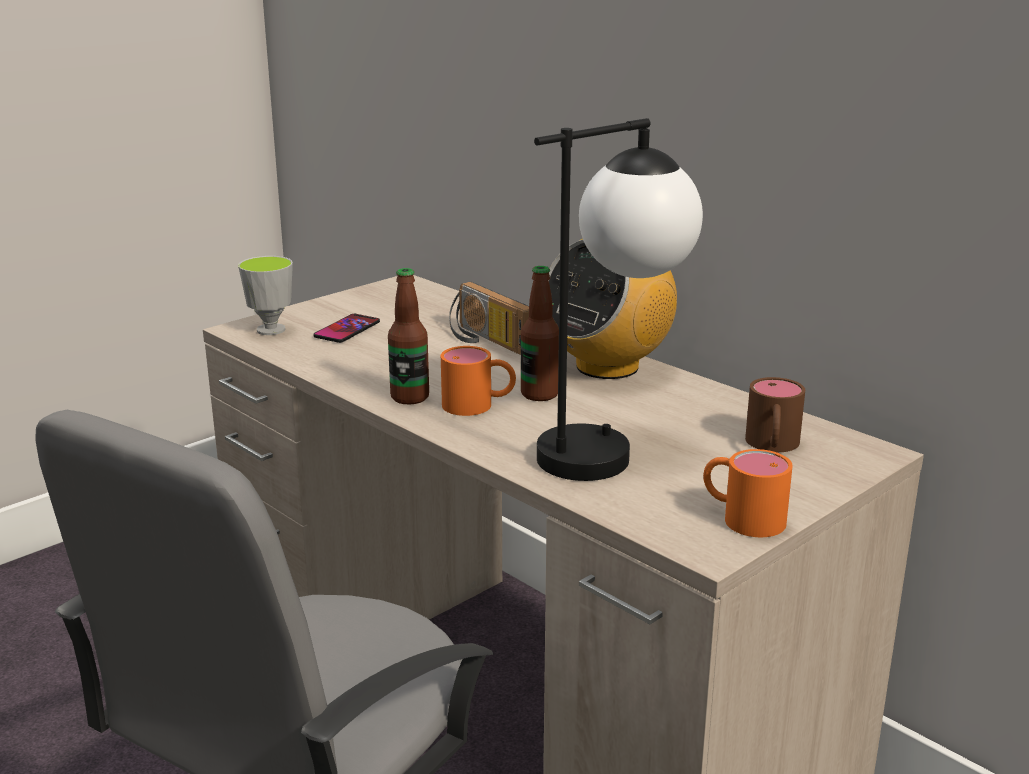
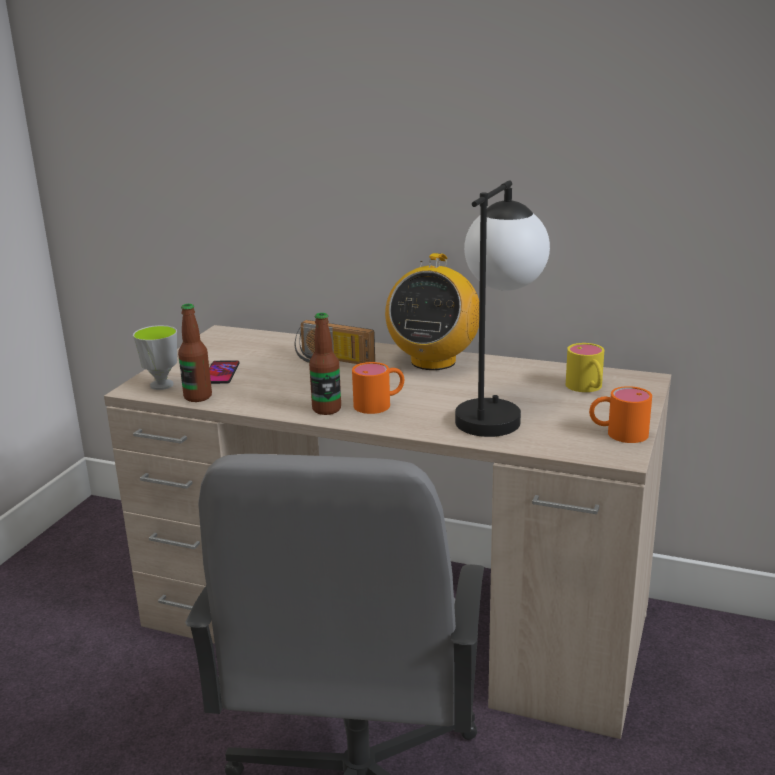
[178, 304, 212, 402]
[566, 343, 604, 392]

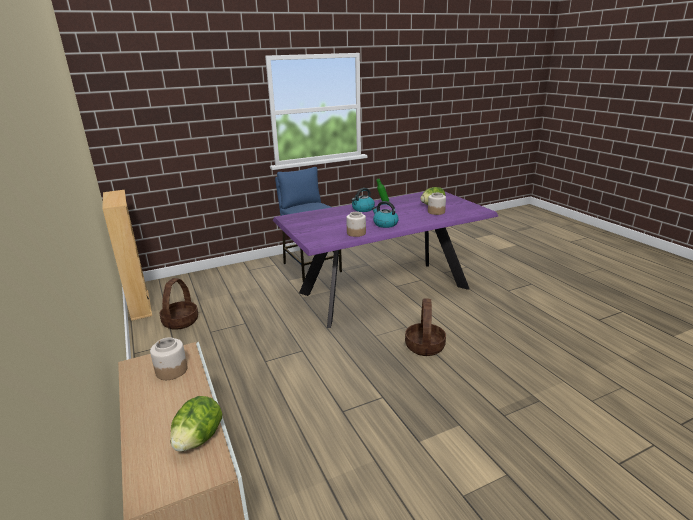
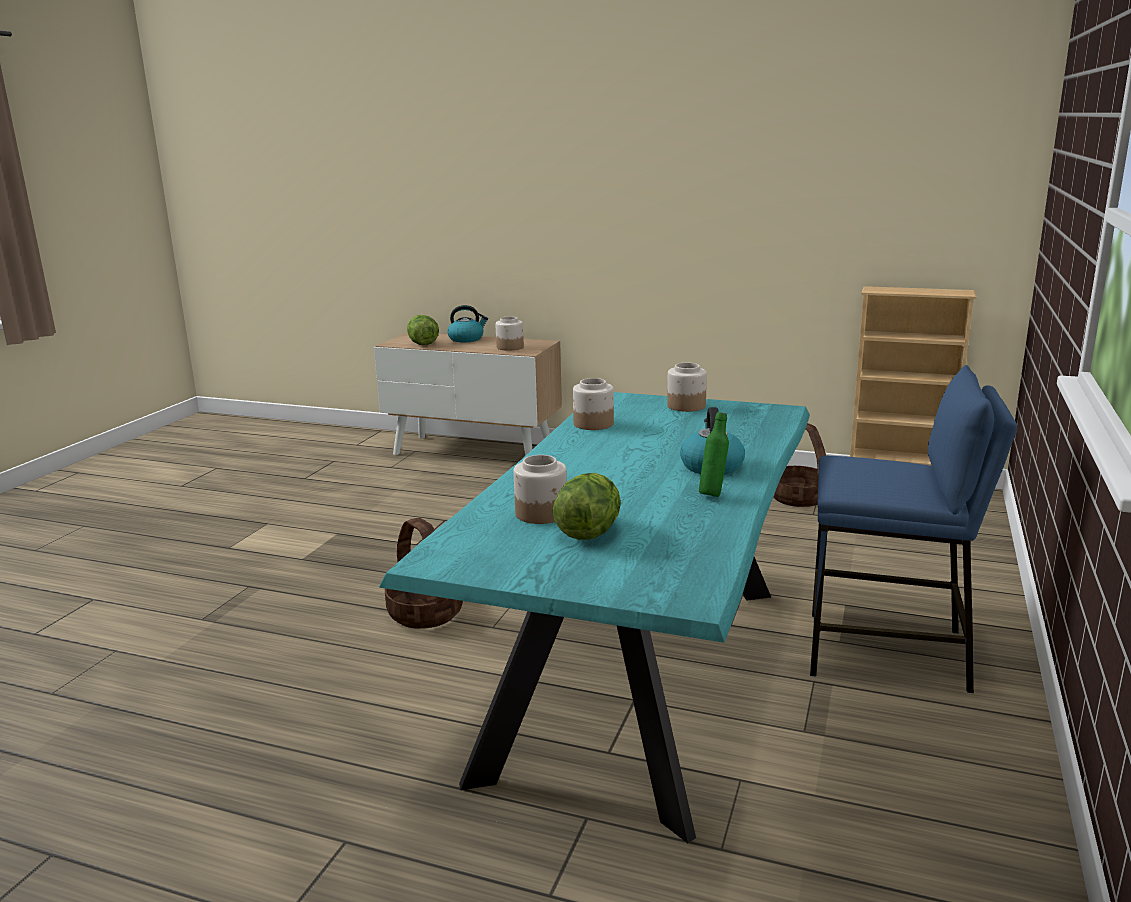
[379, 392, 810, 843]
[447, 305, 488, 342]
[667, 363, 707, 412]

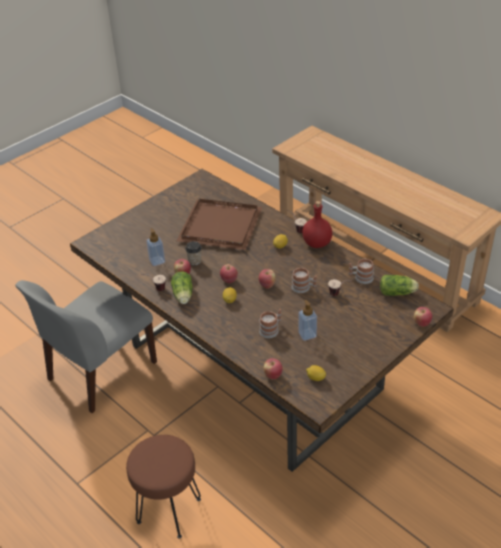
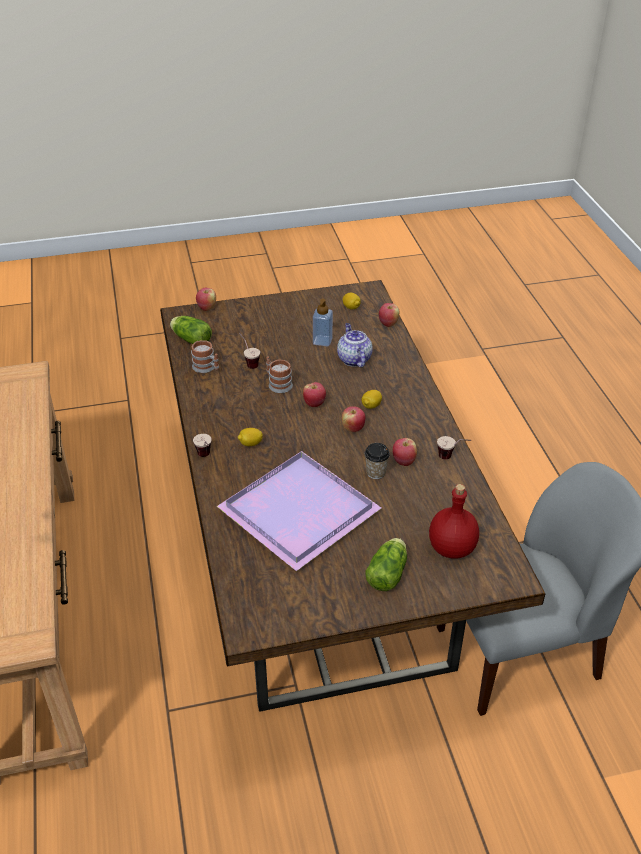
[217, 451, 381, 571]
[337, 323, 373, 367]
[366, 538, 407, 591]
[429, 484, 479, 559]
[126, 435, 201, 539] (first image)
[146, 228, 165, 266] (first image)

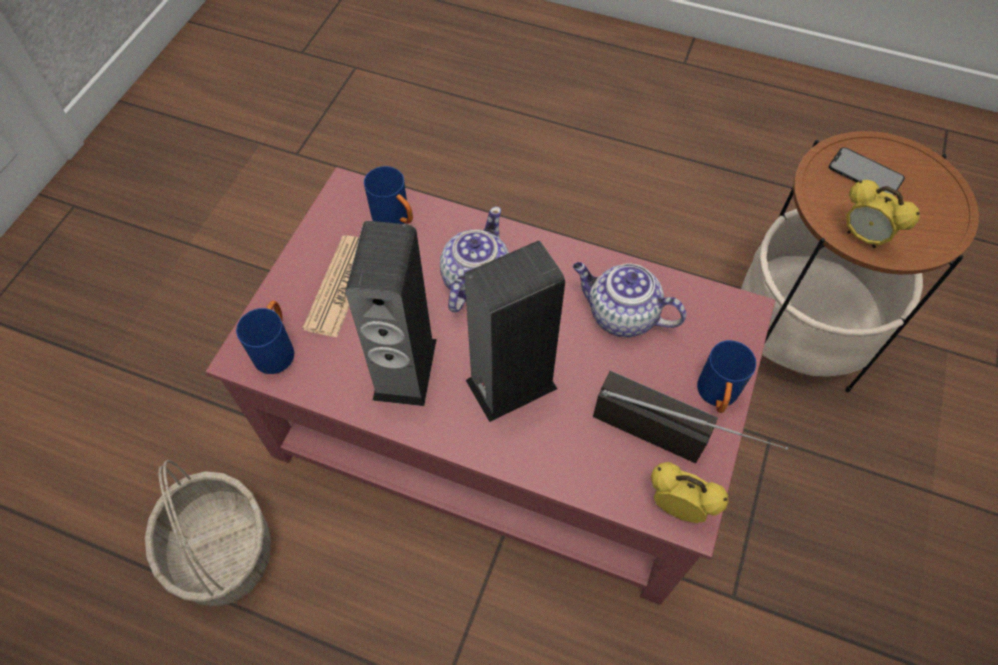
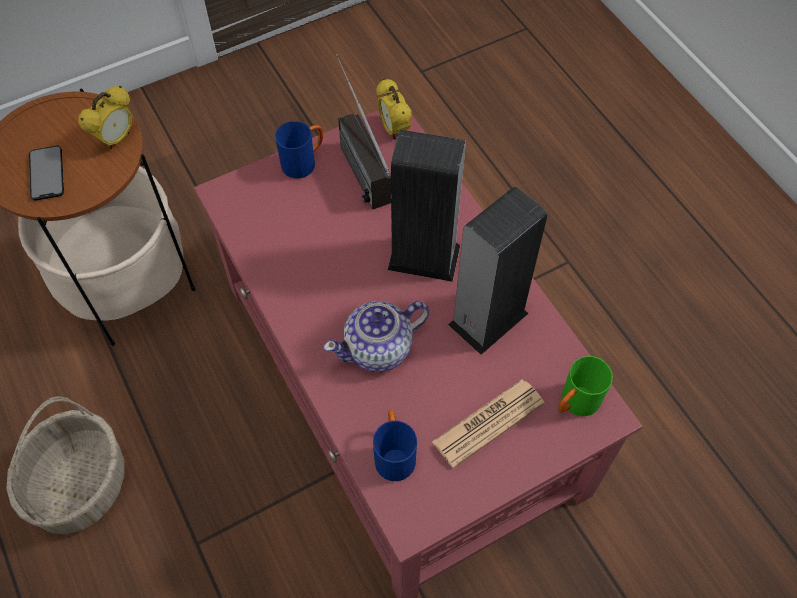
[6, 396, 124, 534]
[78, 86, 132, 149]
[558, 356, 613, 416]
[573, 262, 686, 337] (first image)

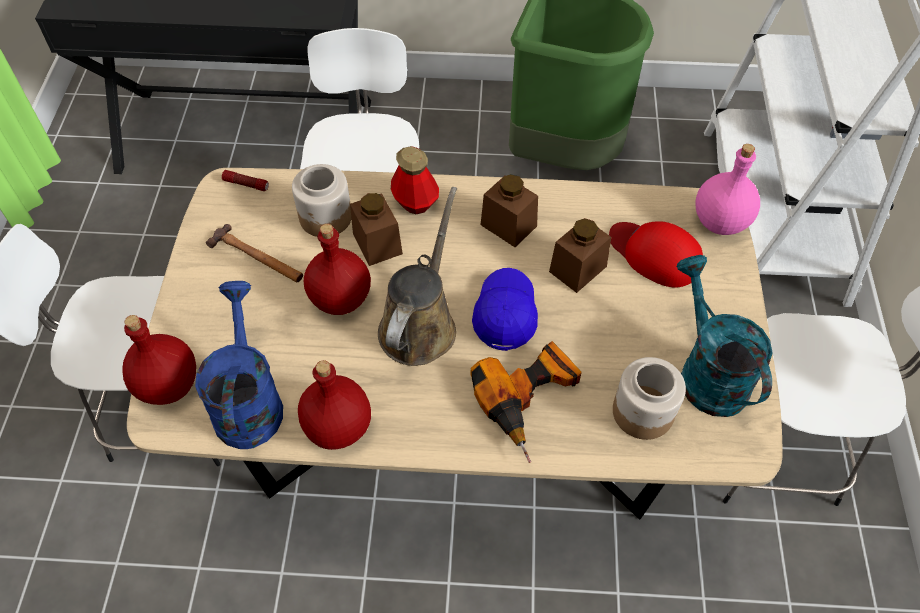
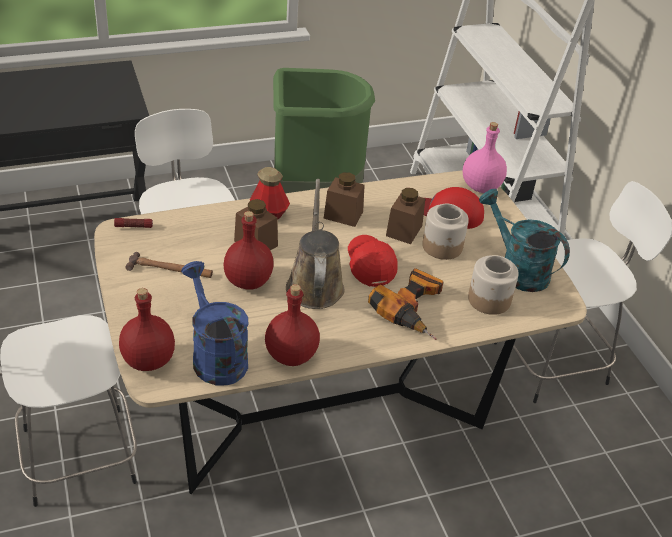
[348, 235, 398, 287]
[422, 204, 469, 260]

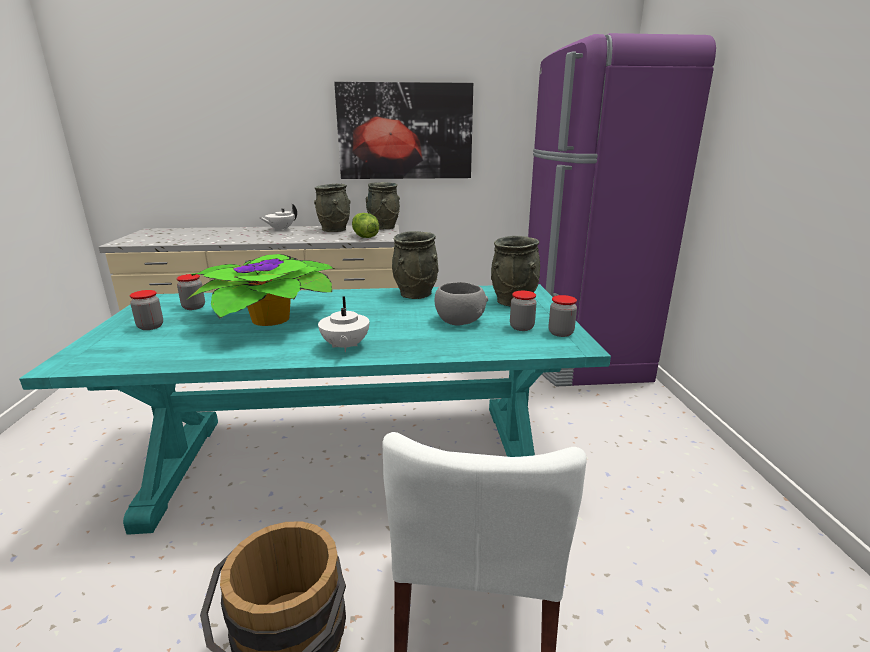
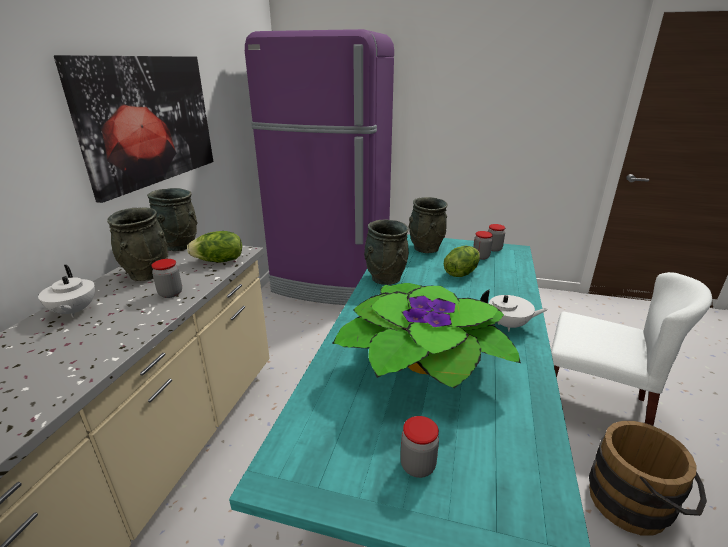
[151, 259, 182, 298]
[444, 246, 480, 277]

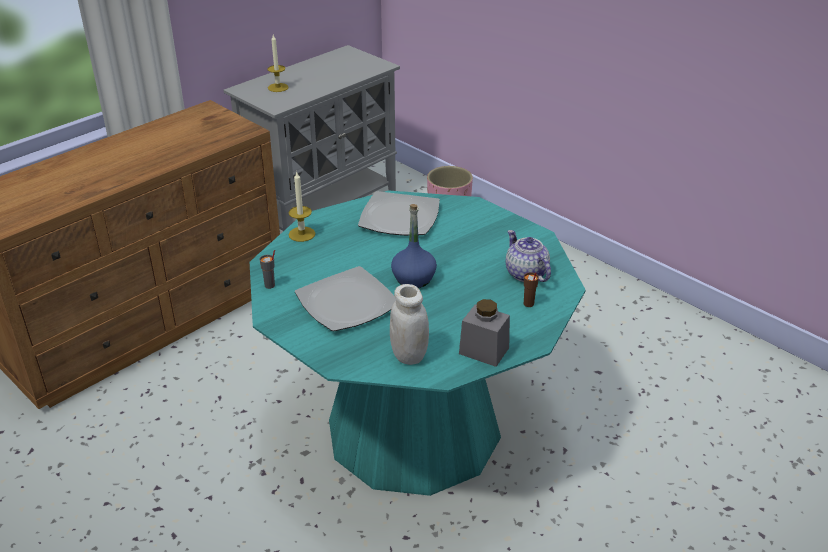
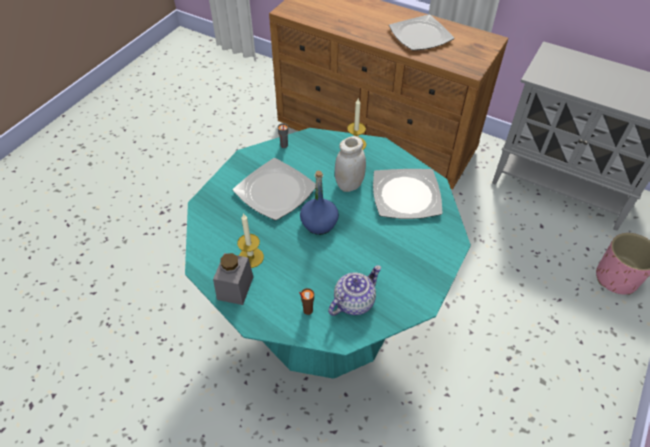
[237, 213, 264, 268]
[335, 136, 366, 192]
[389, 14, 454, 51]

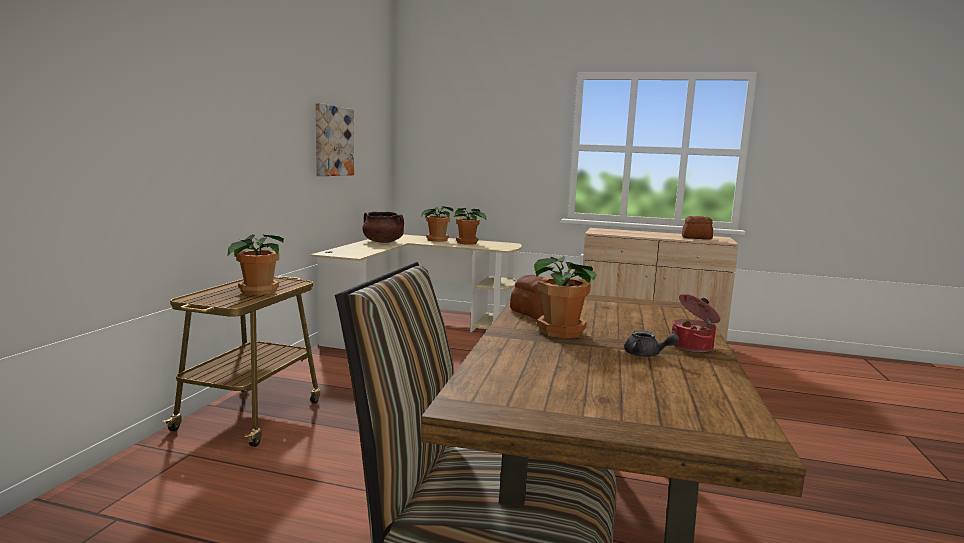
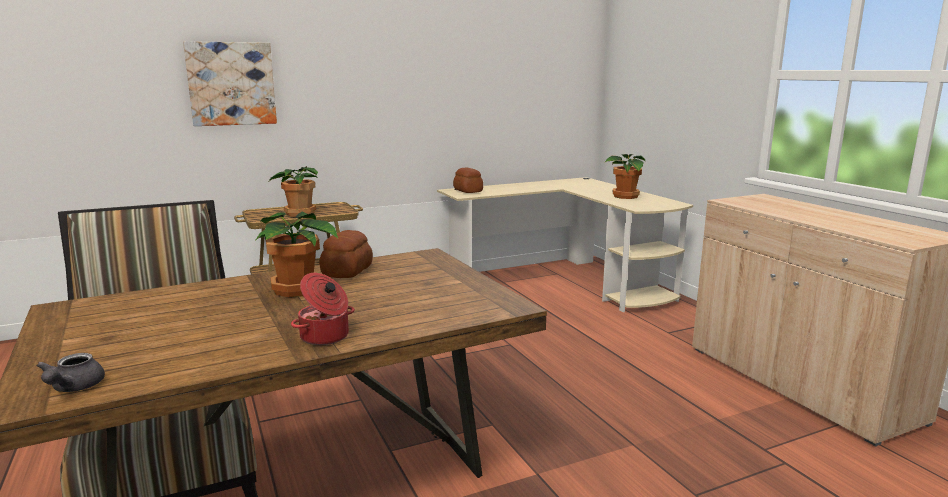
[36, 353, 105, 392]
[183, 41, 277, 126]
[453, 168, 483, 193]
[362, 212, 404, 243] (first image)
[421, 206, 453, 242] (first image)

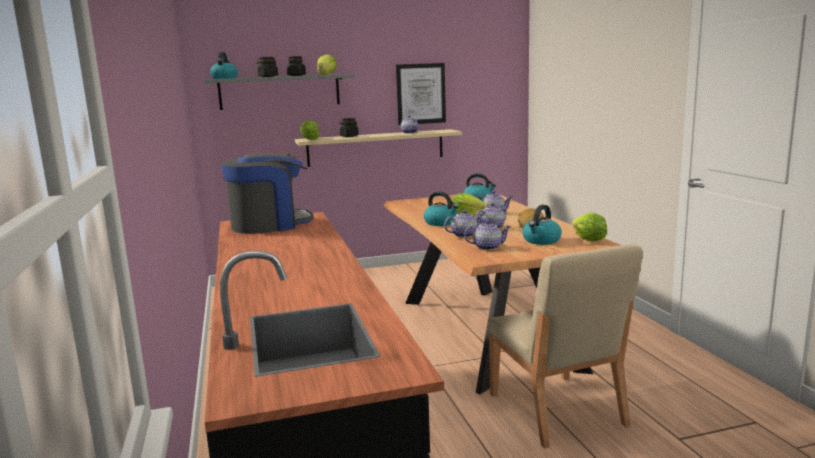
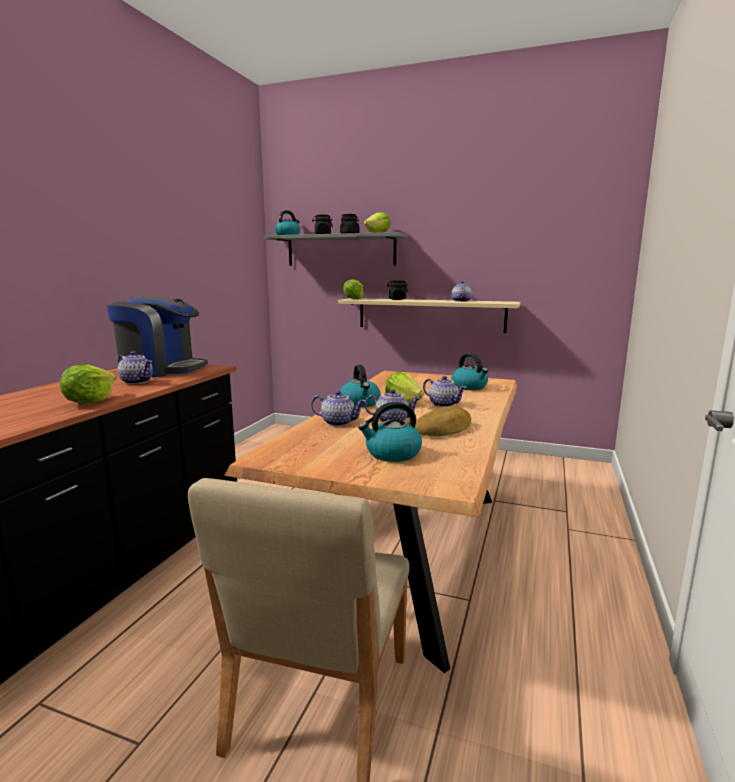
[60, 365, 116, 403]
[118, 351, 153, 384]
[396, 63, 446, 125] (first image)

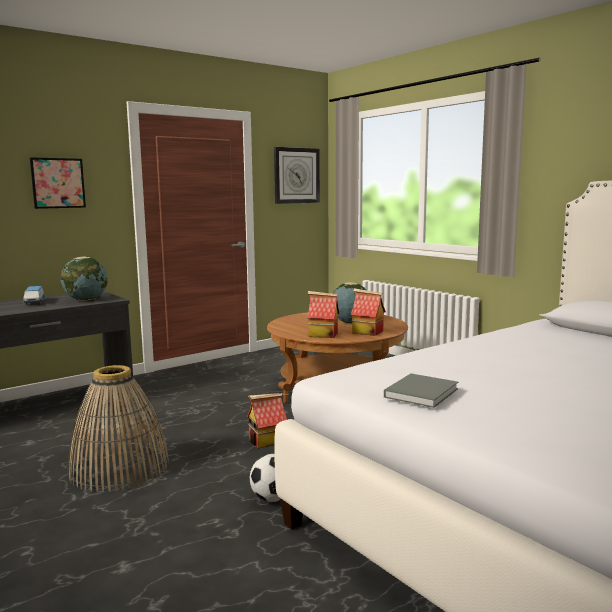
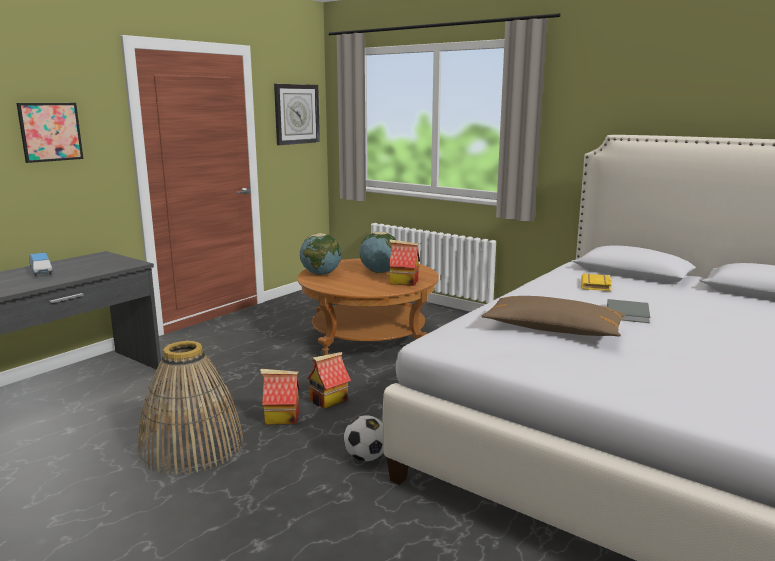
[260, 369, 300, 425]
[300, 233, 342, 275]
[481, 296, 626, 336]
[581, 274, 611, 291]
[607, 299, 650, 323]

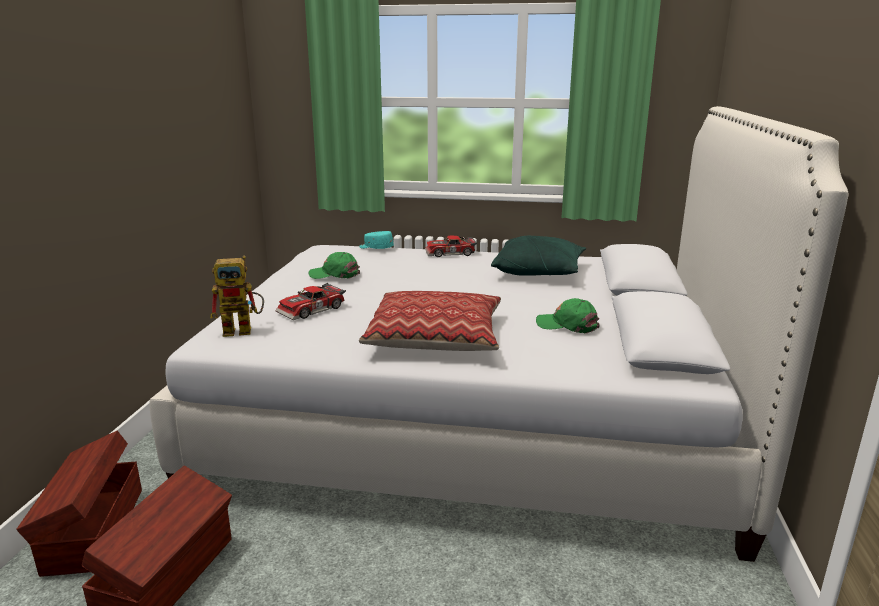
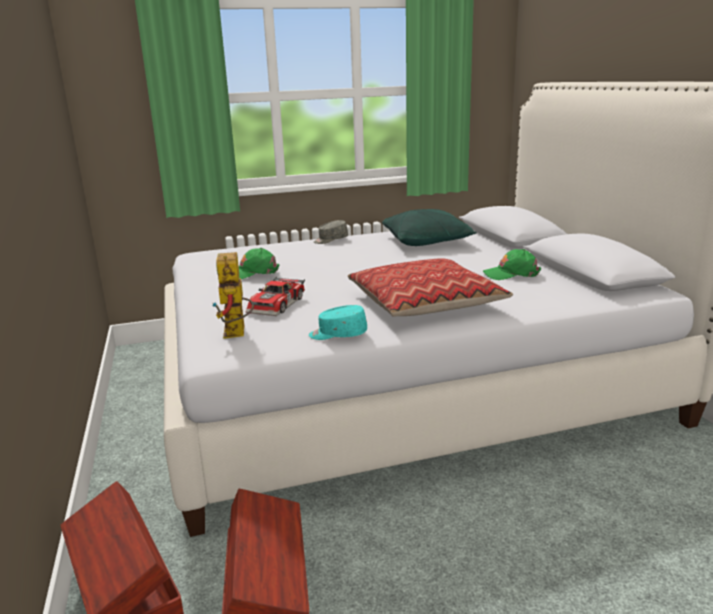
[212, 252, 254, 339]
[309, 305, 367, 340]
[314, 220, 348, 244]

